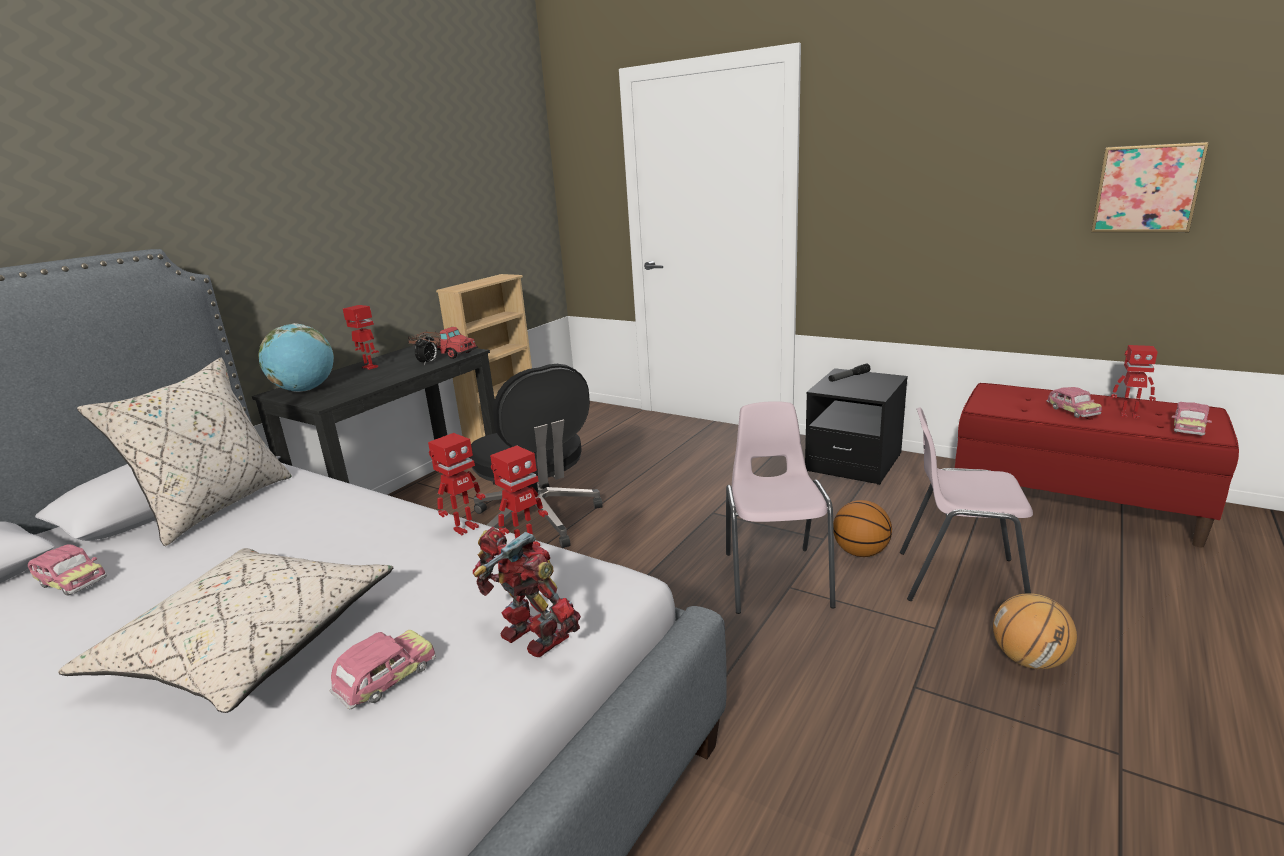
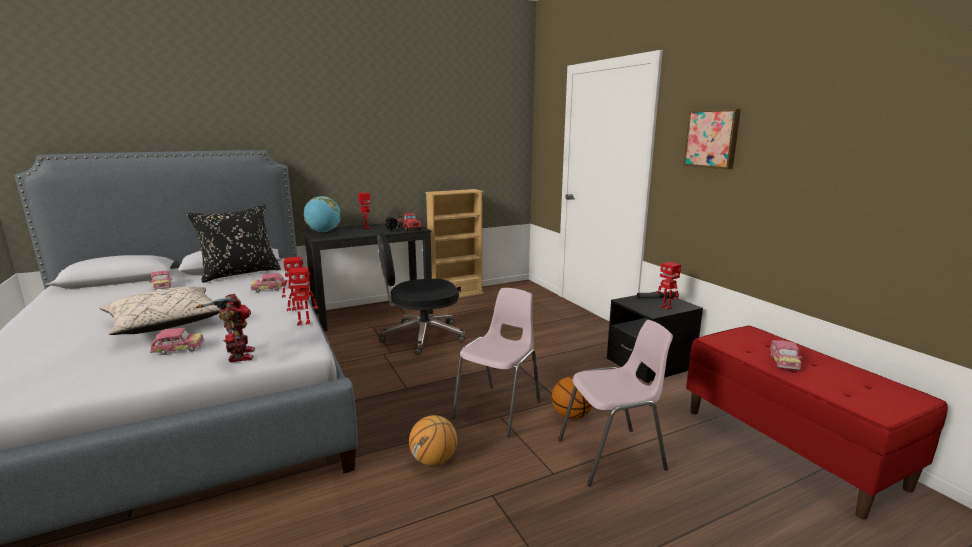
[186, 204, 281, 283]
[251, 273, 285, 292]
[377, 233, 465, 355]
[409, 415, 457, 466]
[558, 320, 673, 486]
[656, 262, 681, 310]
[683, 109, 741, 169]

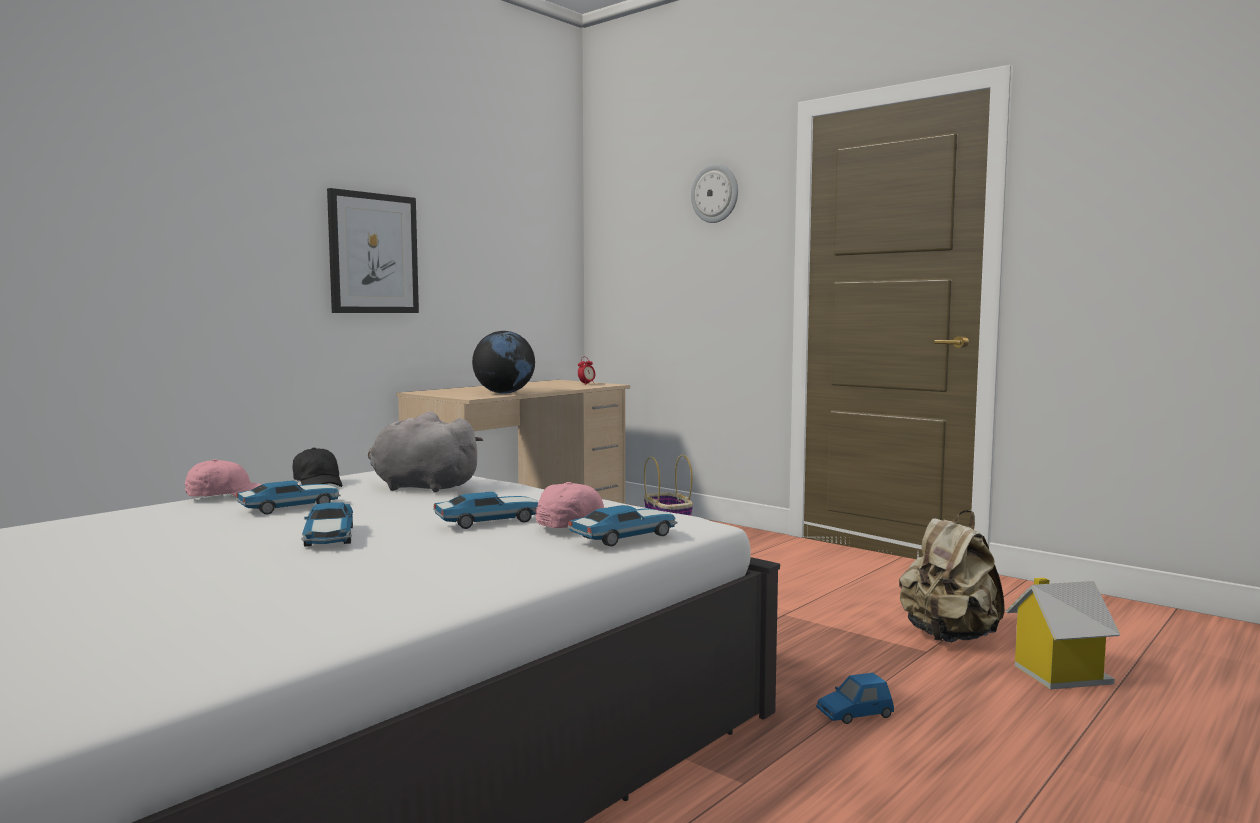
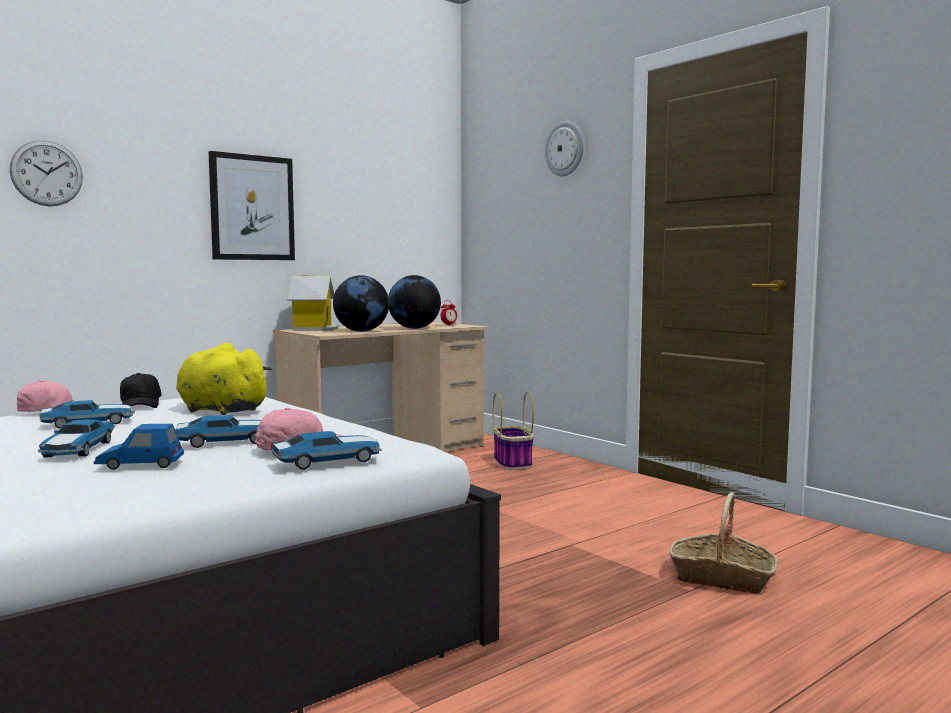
[9, 140, 83, 206]
[94, 424, 184, 470]
[176, 343, 272, 415]
[287, 275, 338, 331]
[388, 275, 441, 329]
[669, 492, 778, 594]

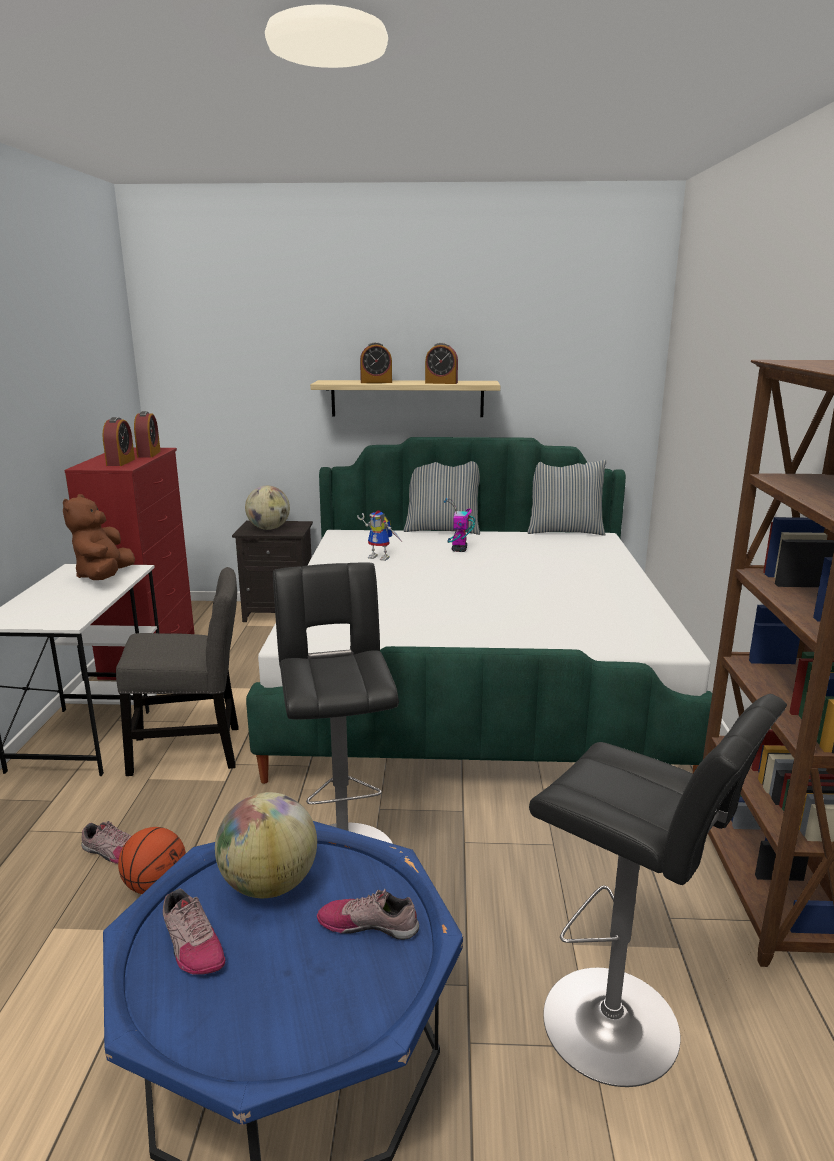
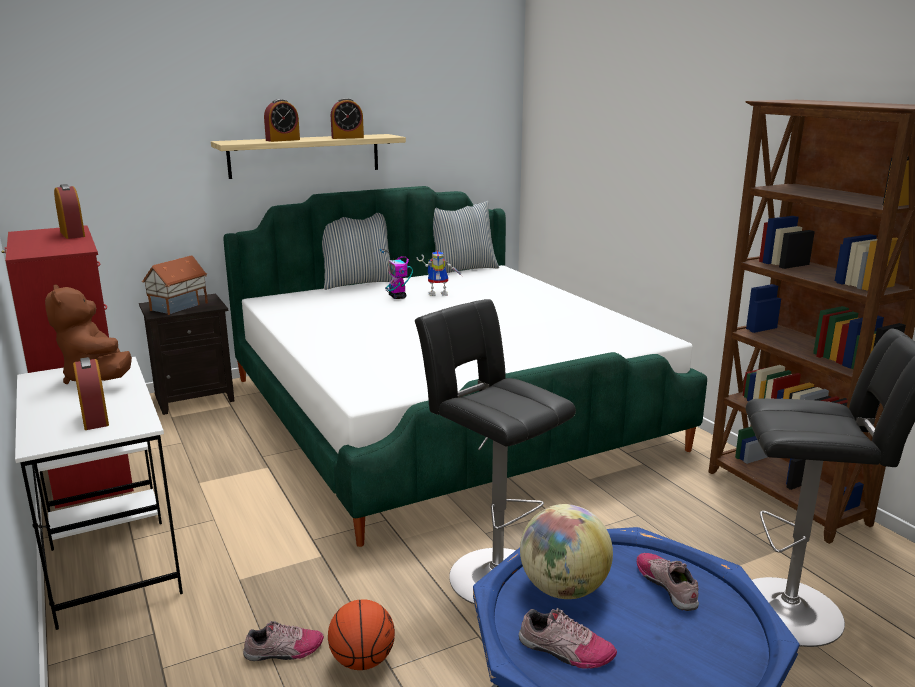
[73, 357, 109, 430]
[142, 255, 208, 315]
[417, 250, 462, 296]
[637, 553, 699, 611]
[116, 567, 238, 776] (first image)

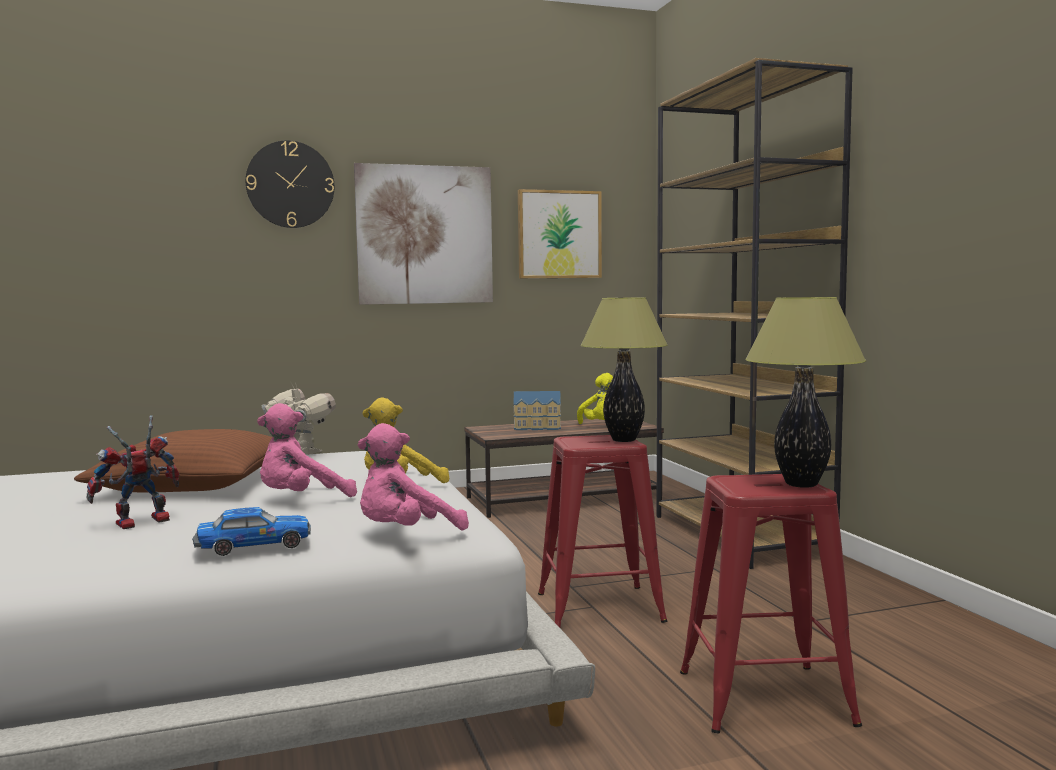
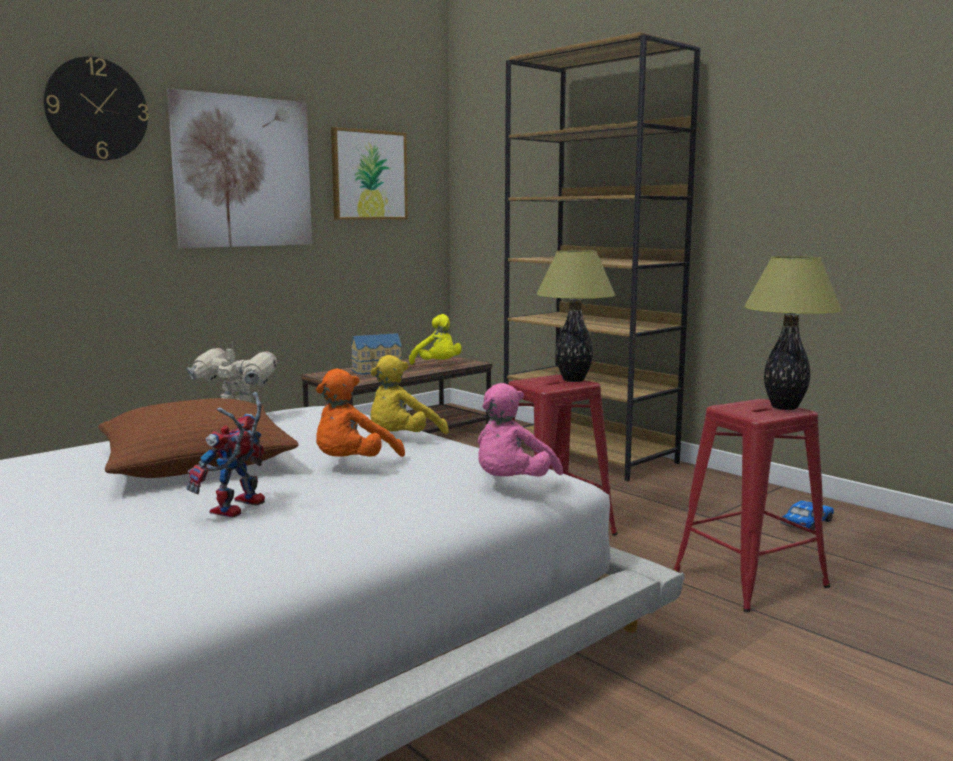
[316, 369, 405, 457]
[781, 501, 834, 530]

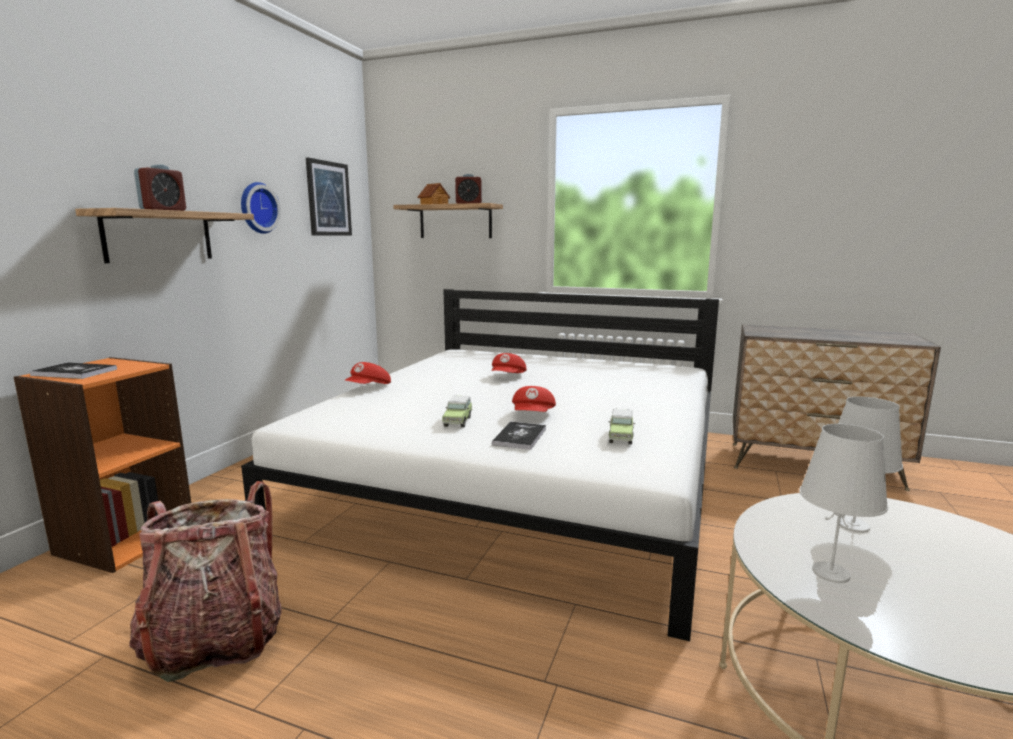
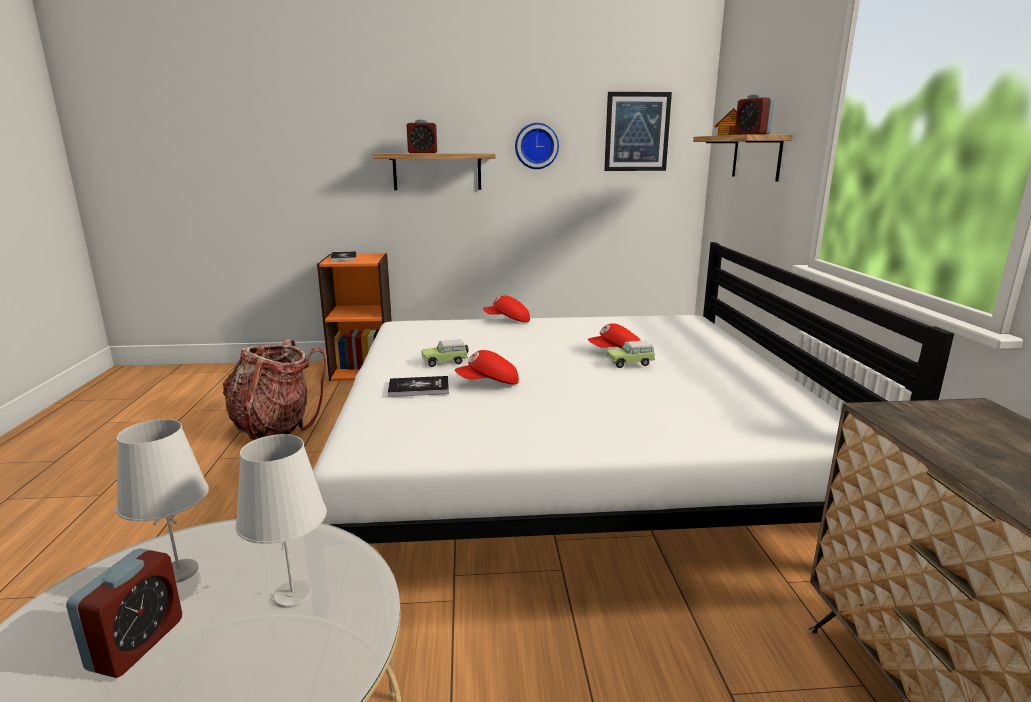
[66, 548, 182, 678]
[606, 341, 655, 368]

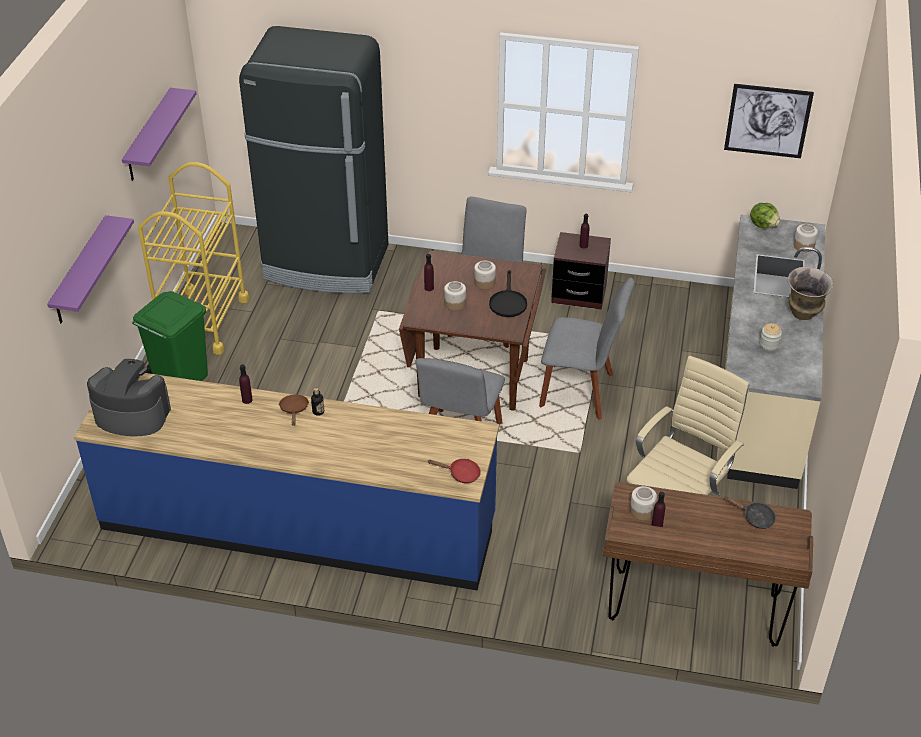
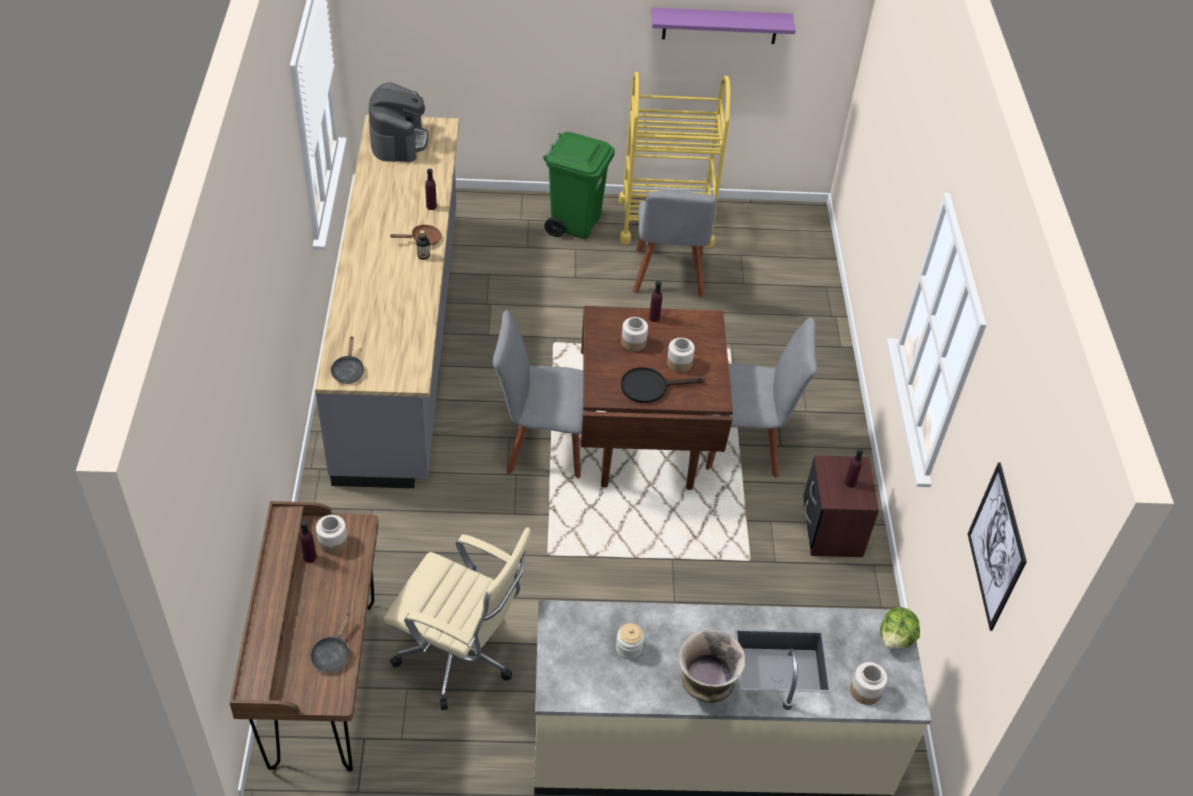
[315, 115, 459, 488]
[330, 336, 364, 384]
[633, 191, 717, 298]
[47, 215, 134, 323] (first image)
[239, 26, 388, 294] (first image)

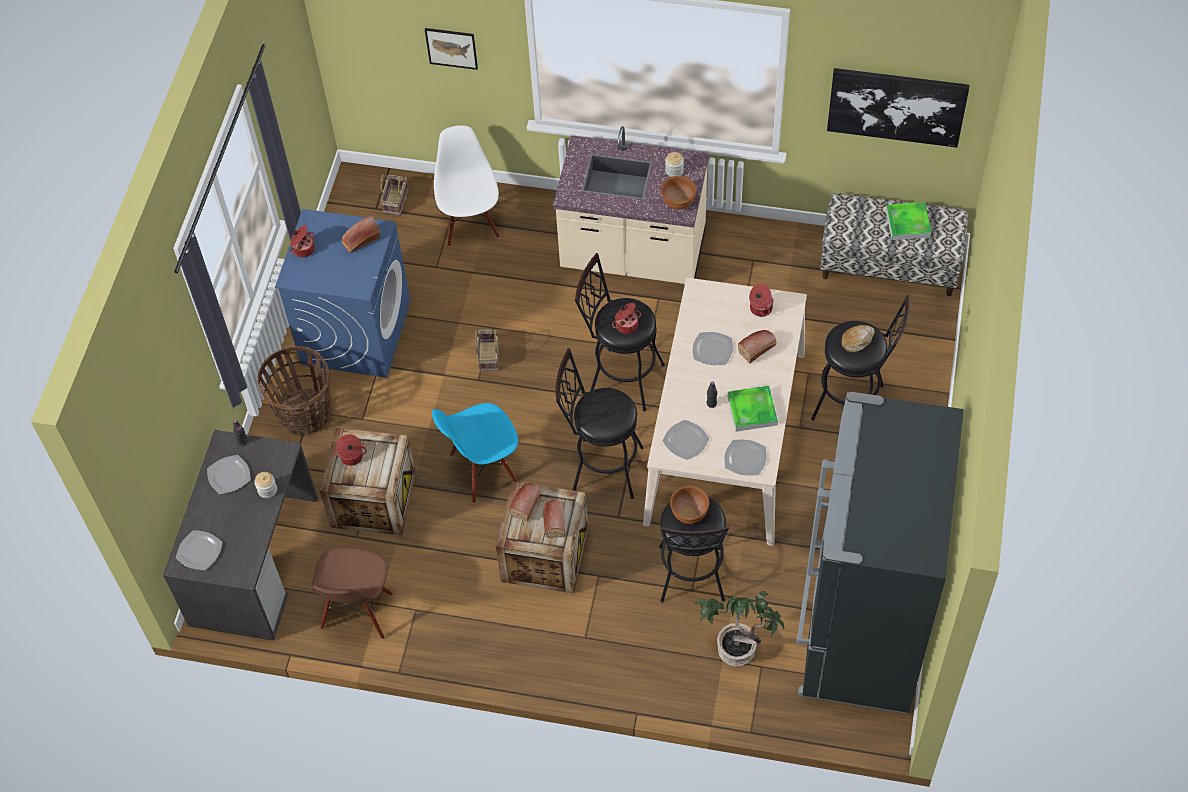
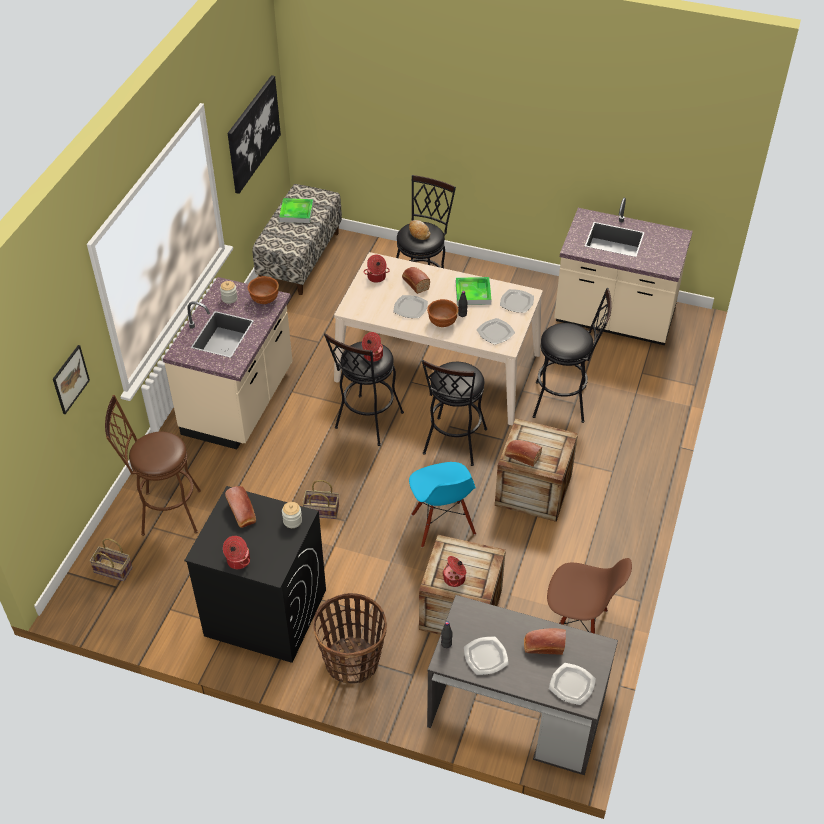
[105, 395, 201, 536]
[184, 486, 326, 663]
[282, 502, 302, 528]
[427, 299, 459, 327]
[524, 628, 566, 655]
[554, 198, 693, 345]
[693, 591, 784, 667] (first image)

